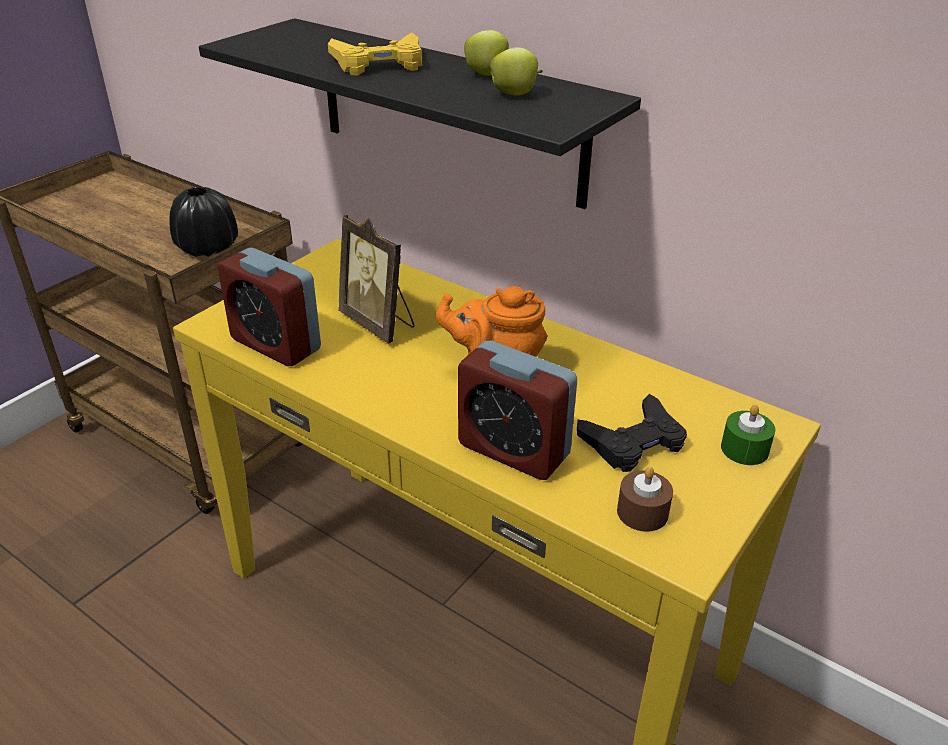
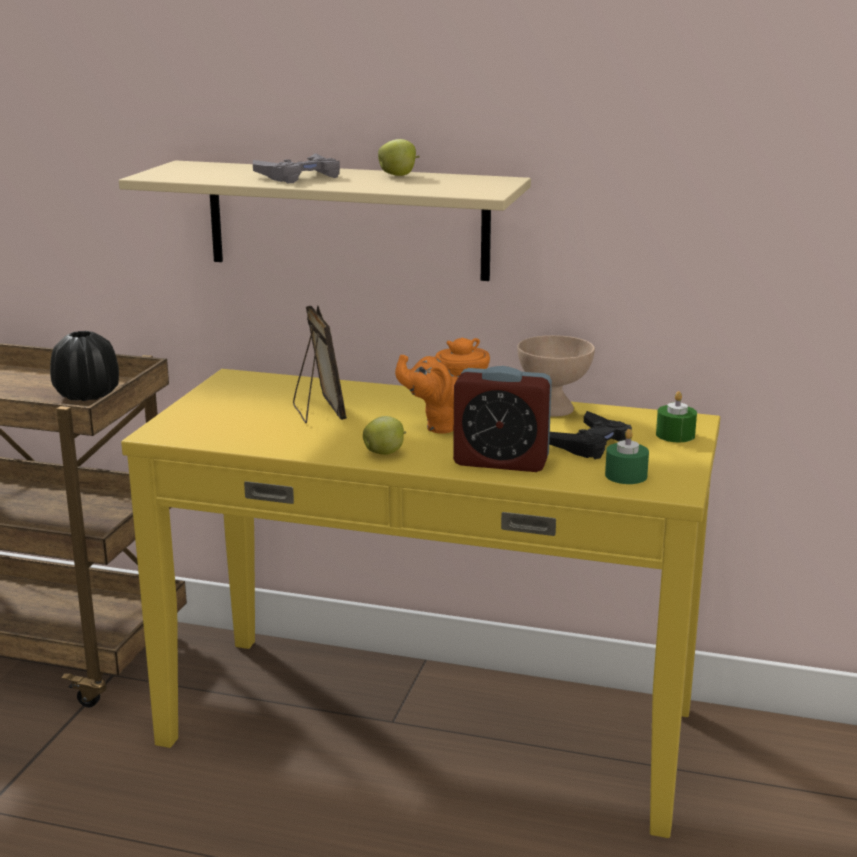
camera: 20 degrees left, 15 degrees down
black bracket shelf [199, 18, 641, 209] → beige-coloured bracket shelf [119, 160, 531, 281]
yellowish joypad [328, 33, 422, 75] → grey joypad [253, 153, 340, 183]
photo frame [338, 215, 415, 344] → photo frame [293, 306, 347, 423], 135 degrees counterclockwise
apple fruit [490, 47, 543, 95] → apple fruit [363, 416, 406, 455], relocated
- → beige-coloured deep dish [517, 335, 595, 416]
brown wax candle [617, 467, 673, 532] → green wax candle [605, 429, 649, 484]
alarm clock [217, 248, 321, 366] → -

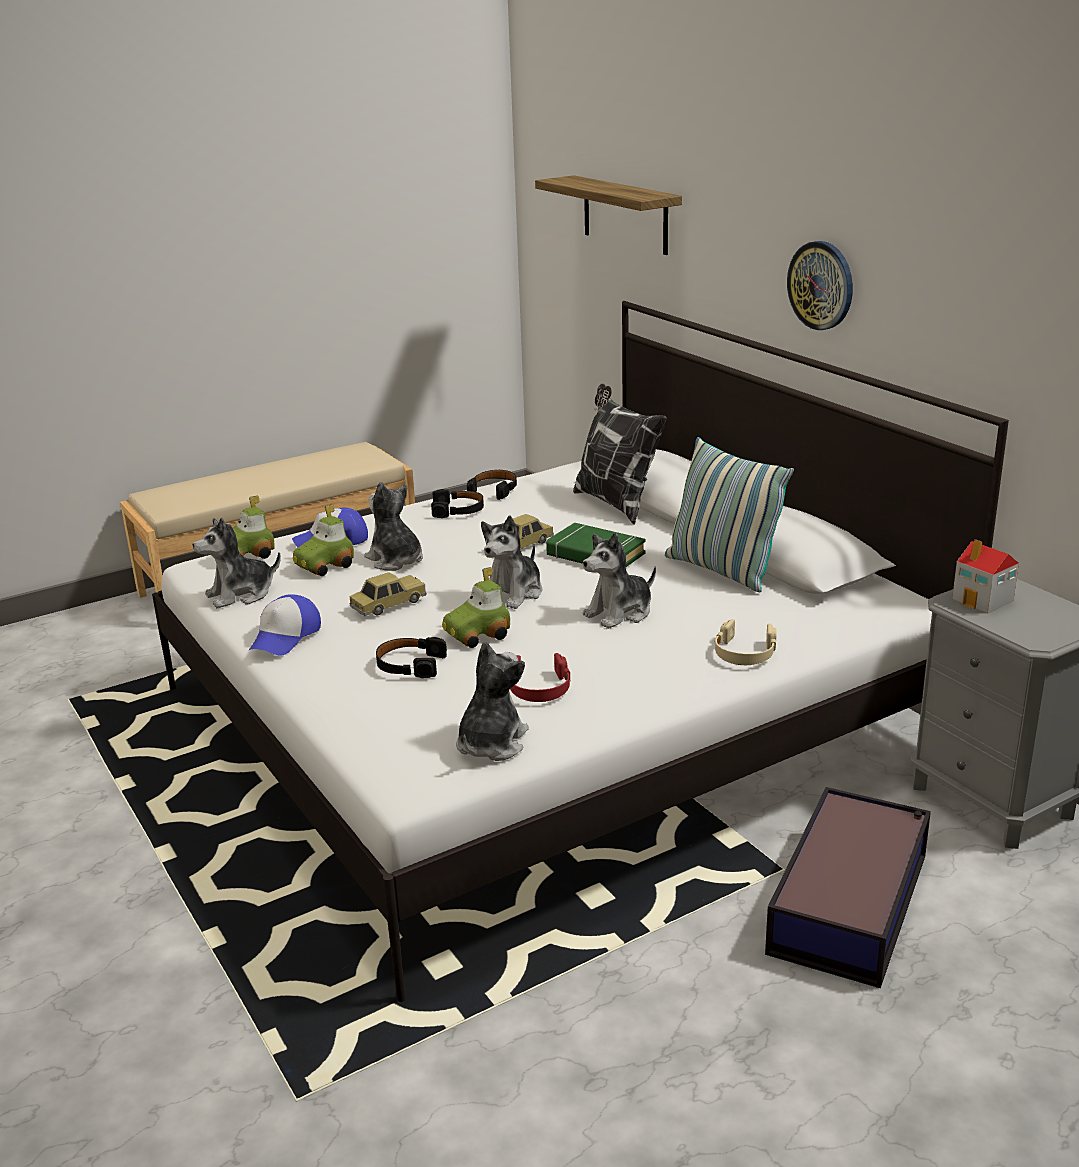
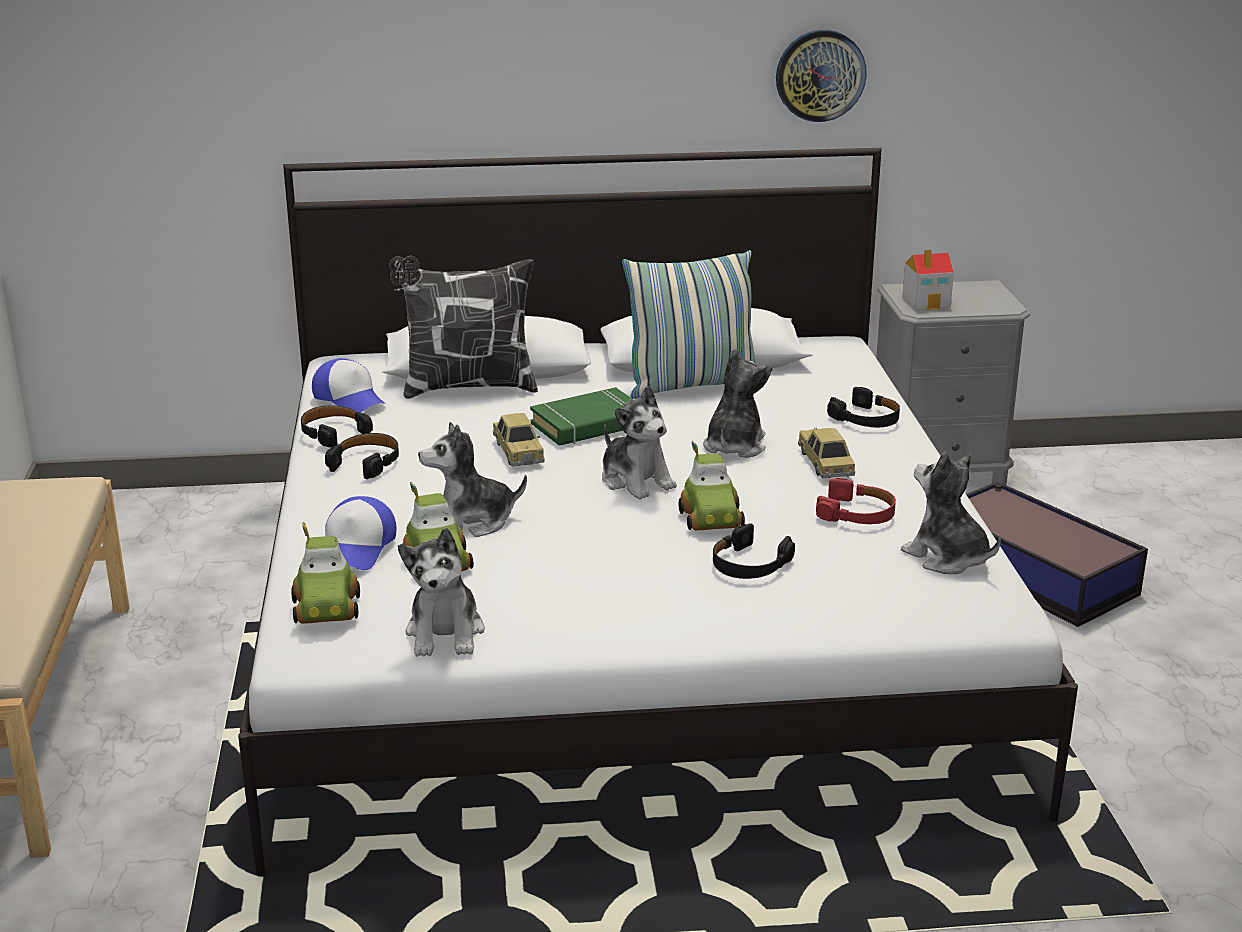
camera: 65 degrees left, 0 degrees up
cap [249, 594, 321, 656] → cap [312, 358, 385, 413], relocated
soft toy [583, 533, 656, 629] → soft toy [703, 348, 772, 458], 150 degrees counterclockwise
wall clock [787, 241, 853, 330] → wall clock [776, 30, 867, 122], relocated
toy car [349, 572, 427, 616] → toy car [798, 427, 855, 478], relocated
beige-coloured pair of headphones [715, 619, 777, 665] → black pair of headphones [827, 387, 900, 427]
bracket shelf [535, 175, 682, 255] → -

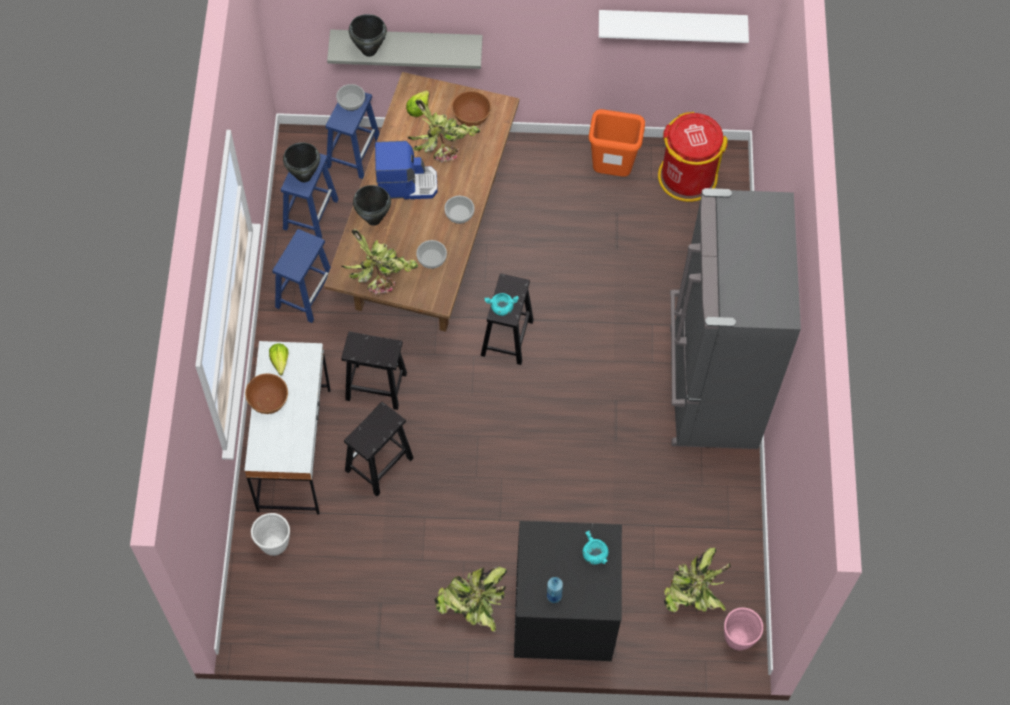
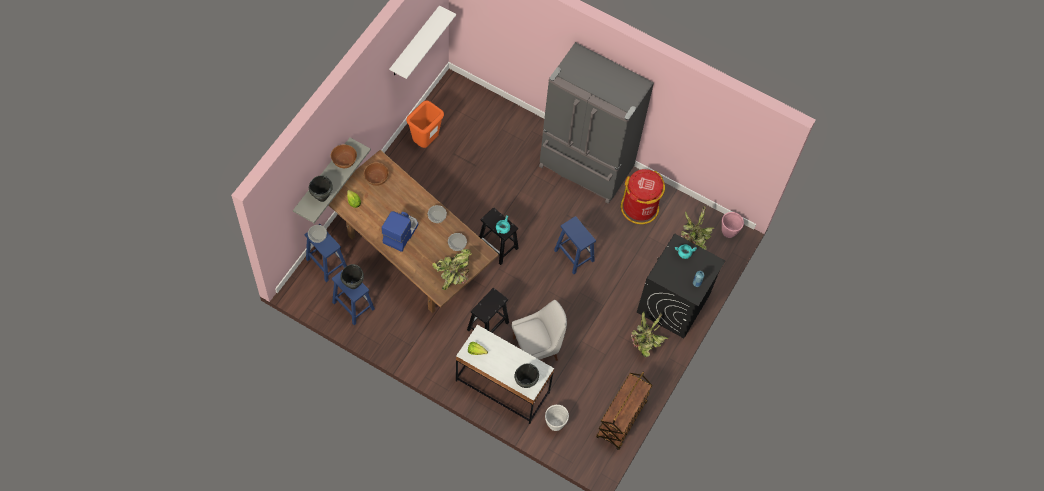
camera: 65 degrees left, 0 degrees up
brown deep dish [245, 374, 288, 414] → brown deep dish [331, 144, 357, 168], relocated
black sitting stool [344, 402, 413, 496] → white upright chair [512, 300, 567, 361]
black saucepot [353, 185, 391, 226] → black saucepot [515, 363, 539, 388], relocated
blue sitting stool [272, 229, 331, 323] → blue sitting stool [554, 216, 596, 274], relocated
- → brown cart [596, 372, 652, 450]
red-coloured waste bin [658, 112, 728, 202] → red-coloured waste bin [621, 169, 665, 224], relocated
potted plant [407, 99, 480, 163] → -

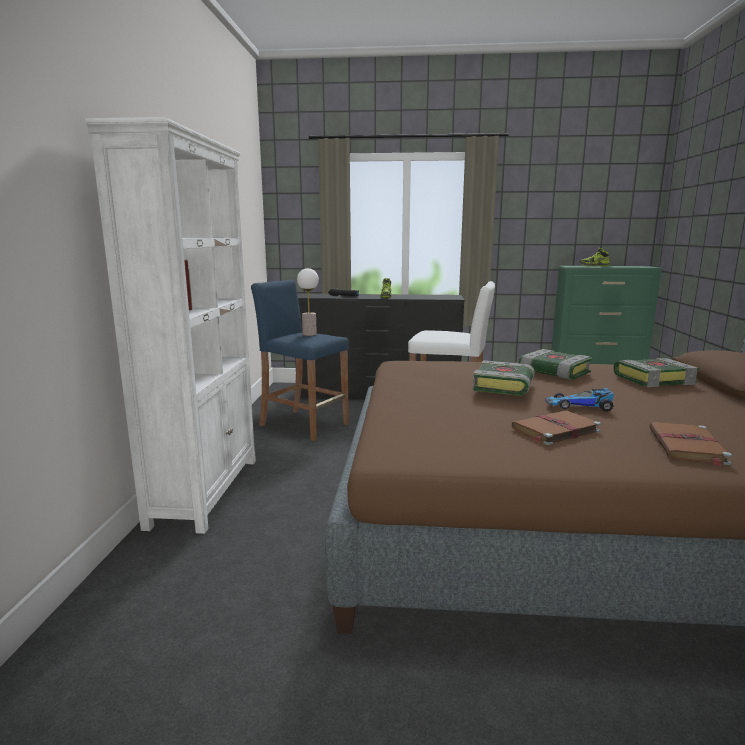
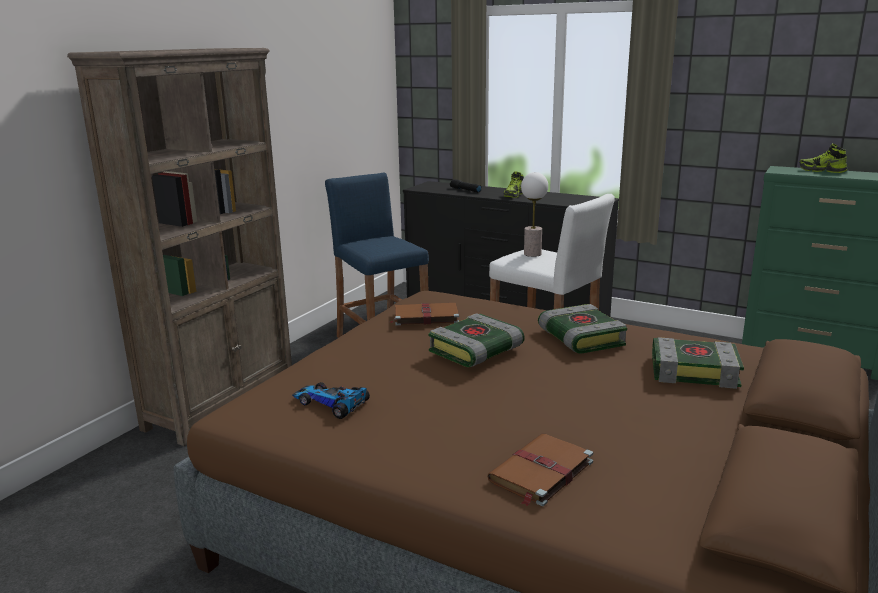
camera: 25 degrees right, 5 degrees up
white shelving unit [85, 117, 256, 534] → brown shelving unit [67, 48, 292, 446]
toy car [545, 388, 614, 412] → toy car [292, 382, 370, 419], relocated
brown bound book [511, 411, 601, 445] → brown bound book [390, 303, 459, 326], relocated
tabletop lamp [297, 268, 319, 336] → tabletop lamp [521, 172, 548, 257], relocated

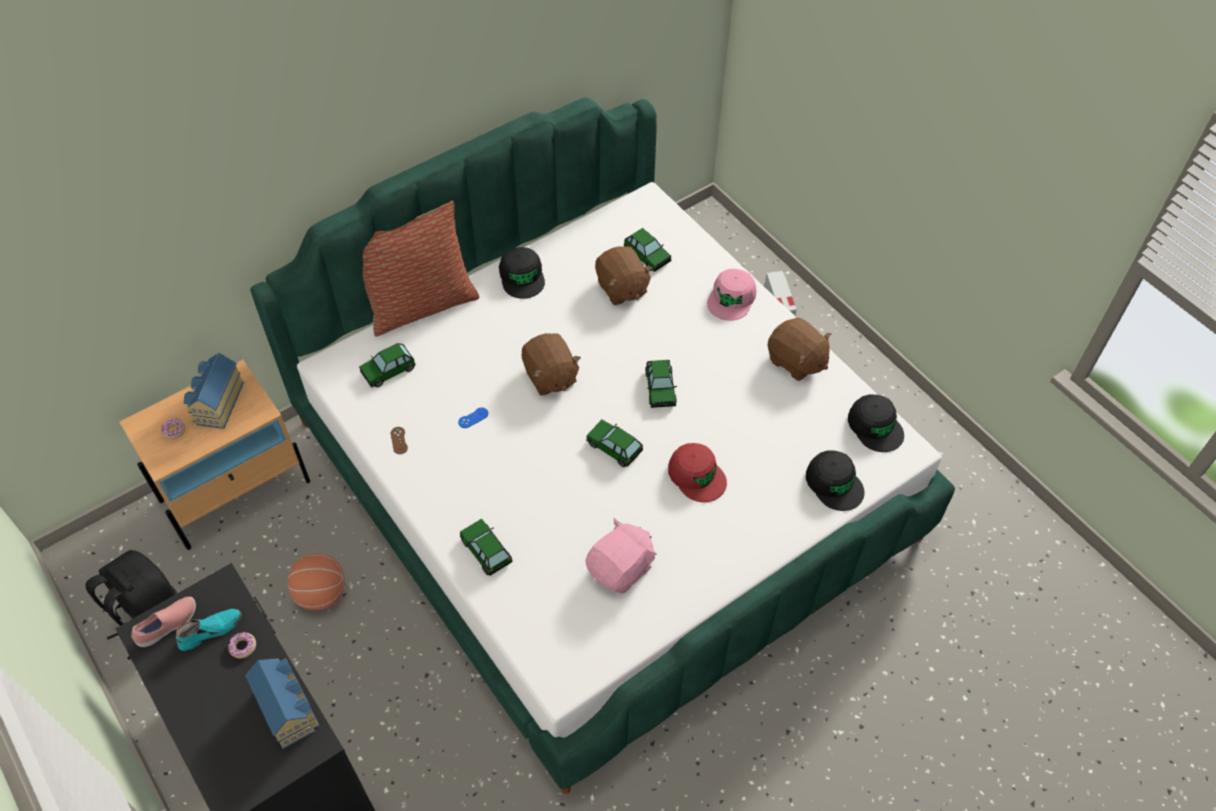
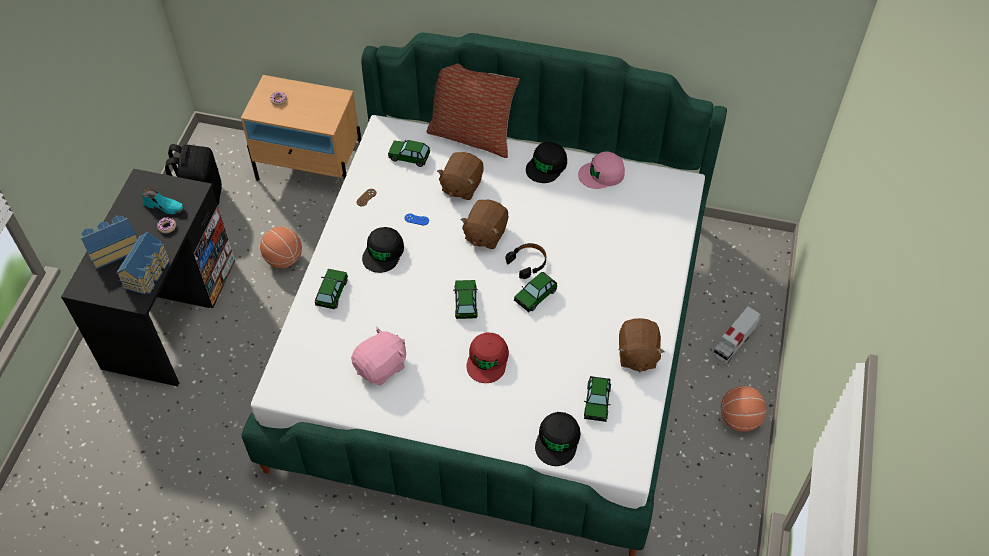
camera: 50 degrees right, 0 degrees up
miniature house [184, 353, 244, 429] → miniature house [80, 215, 137, 270], relocated
pink soft toy [586, 518, 657, 594] → pink soft toy [351, 327, 406, 385], 45 degrees counterclockwise
black cap [848, 394, 904, 452] → black cap [362, 227, 404, 273], relocated
brown soft toy [595, 246, 653, 305] → brown soft toy [437, 152, 484, 200], relocated
- → black pair of headphones [505, 243, 546, 279]
pink cap [707, 269, 756, 321] → pink cap [578, 151, 625, 189], relocated
toy car [624, 228, 671, 272] → toy car [584, 376, 611, 422], relocated
- → basketball [721, 386, 766, 432]
pink shoe [131, 597, 196, 647] → -

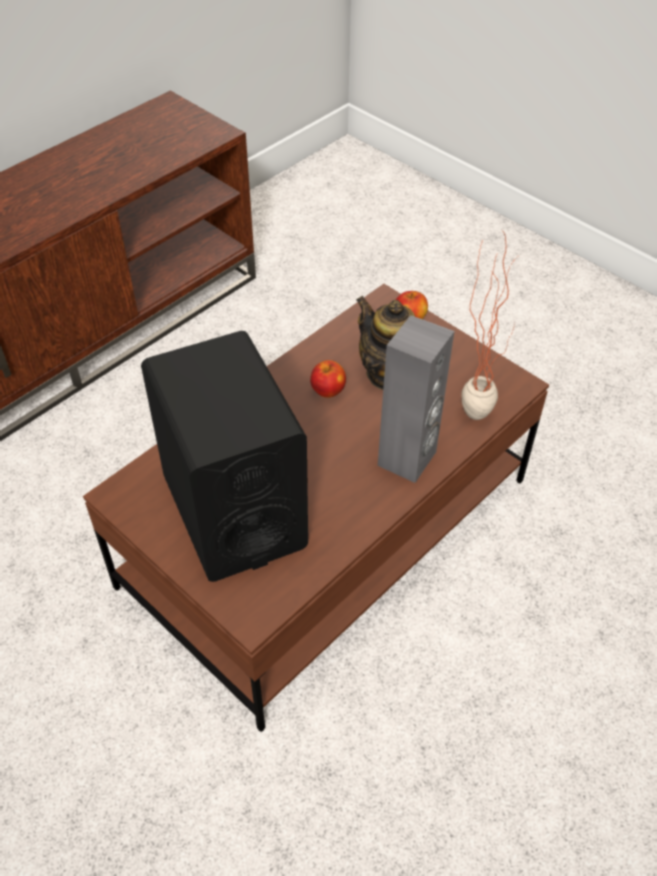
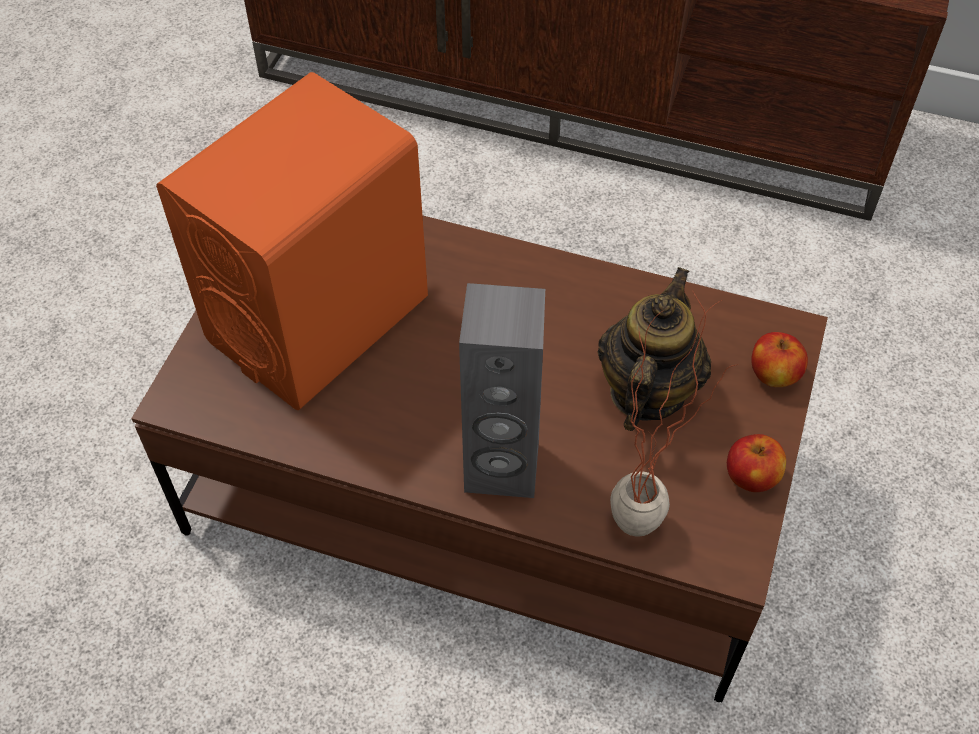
camera: 65 degrees right, 5 degrees up
black audio speaker [141, 331, 308, 582] → orange audio speaker [156, 72, 428, 410]
apple fruit [310, 360, 346, 398] → apple fruit [727, 434, 786, 492], relocated

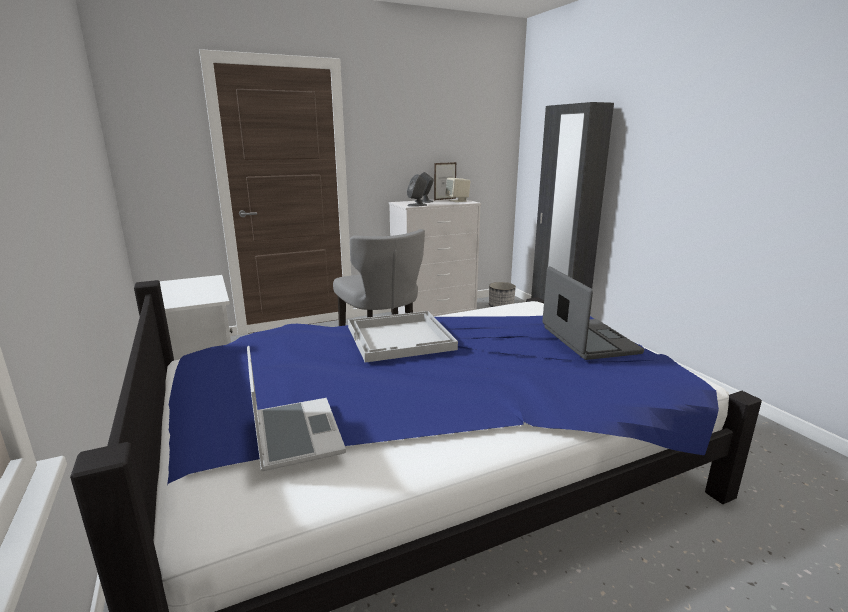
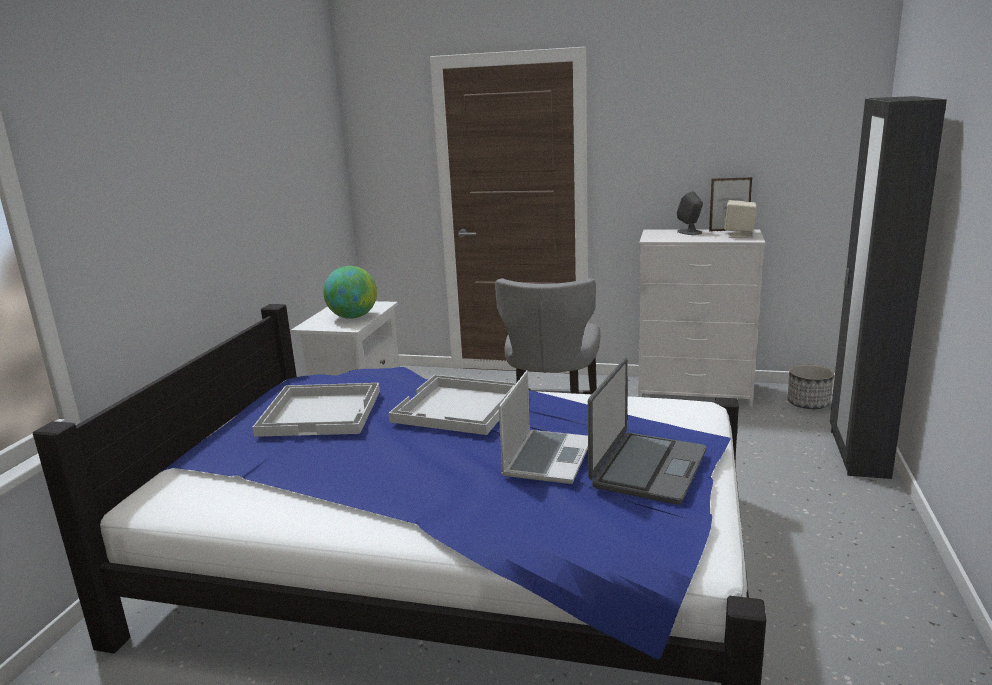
camera: 40 degrees right, 0 degrees up
- → white carrying tray [253, 383, 380, 437]
- → globe [323, 266, 377, 319]
laptop [247, 346, 346, 471] → laptop [499, 370, 588, 484], relocated
grey audio speaker [407, 174, 427, 207] → -

